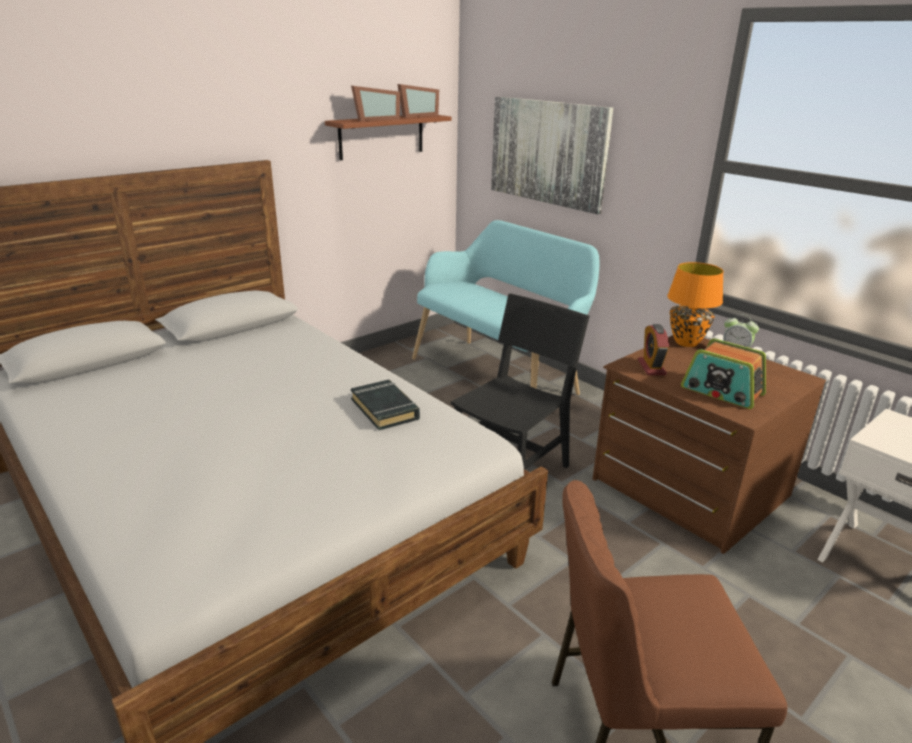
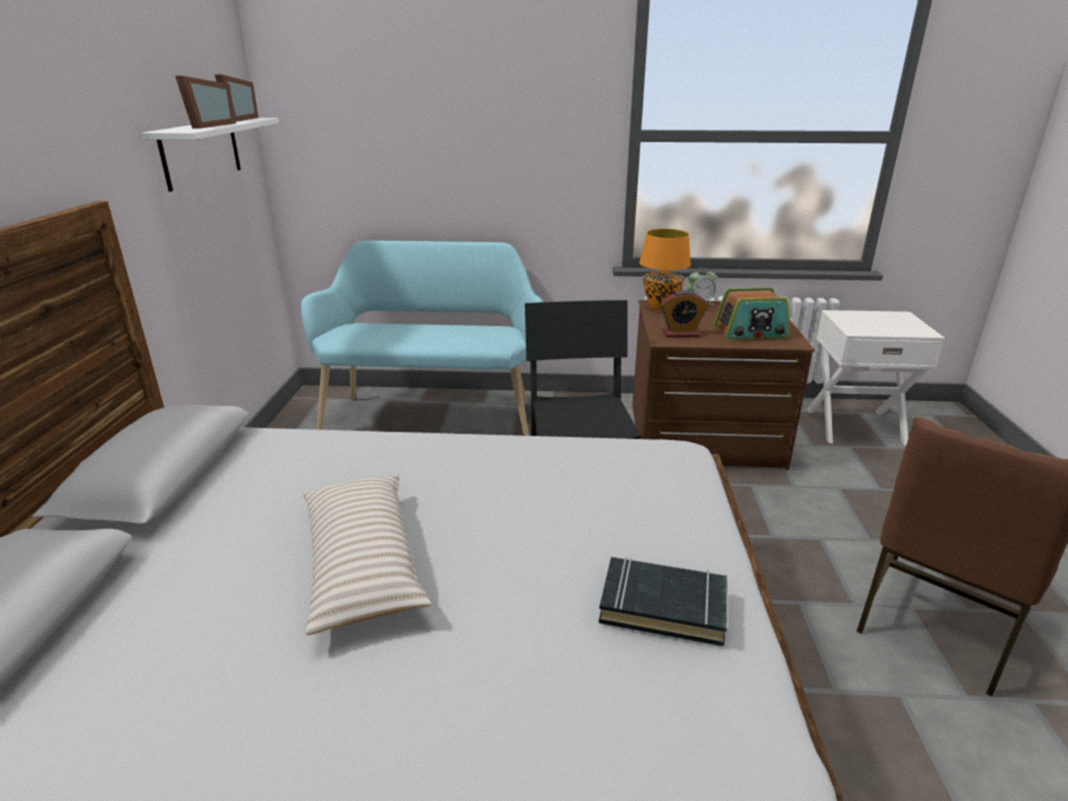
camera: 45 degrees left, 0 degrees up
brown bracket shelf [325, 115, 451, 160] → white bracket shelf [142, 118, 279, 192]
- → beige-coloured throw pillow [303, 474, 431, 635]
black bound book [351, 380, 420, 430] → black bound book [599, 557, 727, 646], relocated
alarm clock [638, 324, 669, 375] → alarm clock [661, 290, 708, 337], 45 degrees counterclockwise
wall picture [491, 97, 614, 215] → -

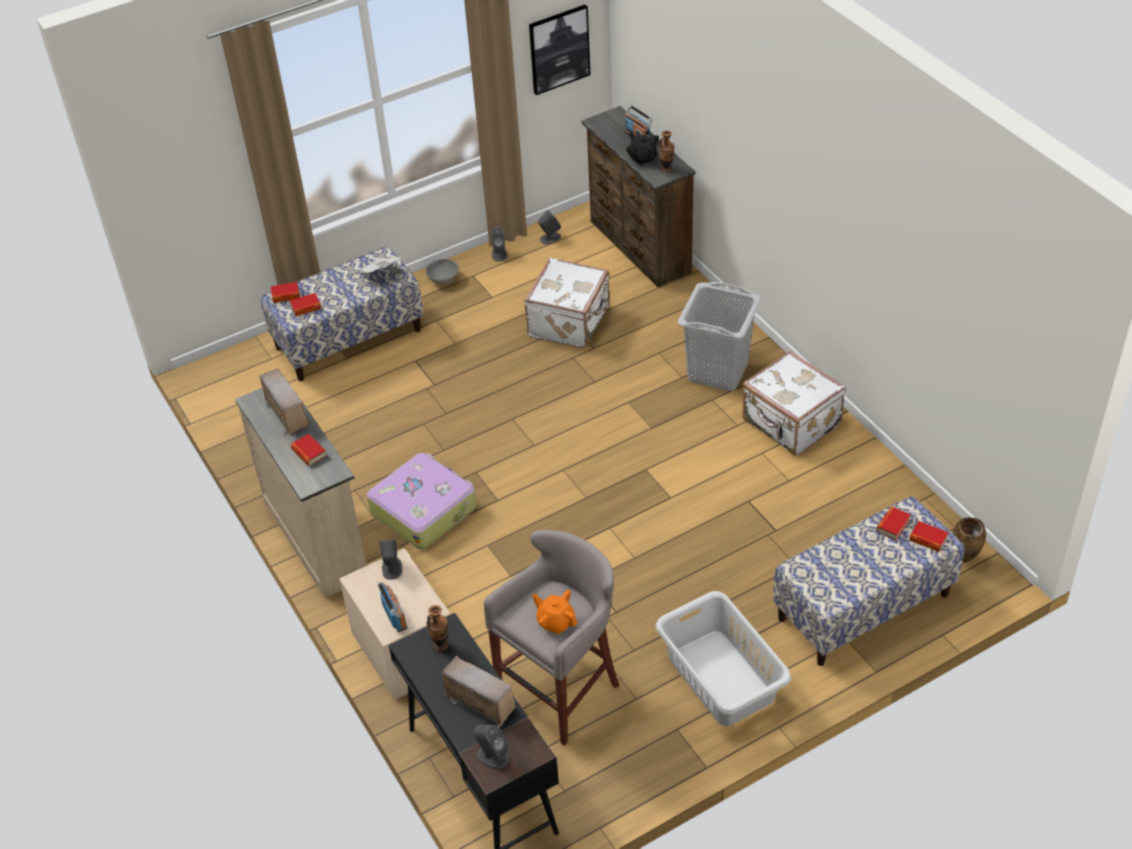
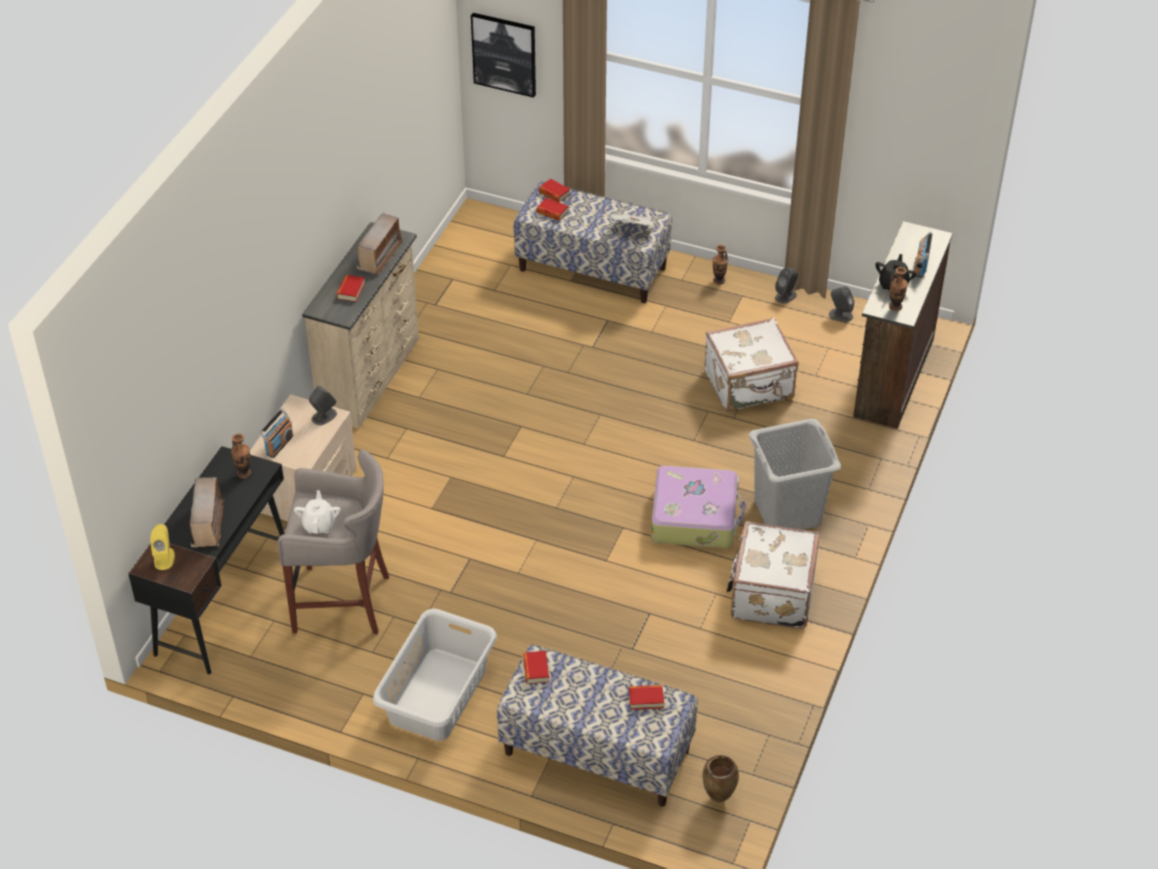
camera: 50 degrees right, 0 degrees up
grey audio speaker [474, 724, 509, 769] → yellowish audio speaker [150, 524, 175, 570]
orange tea pot [532, 590, 577, 634] → white tea pot [294, 490, 341, 533]
wall picture [529, 5, 590, 95] → wall picture [471, 13, 536, 98], relocated
bound book [909, 521, 948, 552] → bound book [523, 651, 549, 684], relocated
piece of luggage [367, 453, 477, 550] → piece of luggage [651, 466, 745, 548], relocated
grey deep dish [425, 259, 459, 284] → vase [713, 245, 728, 285]

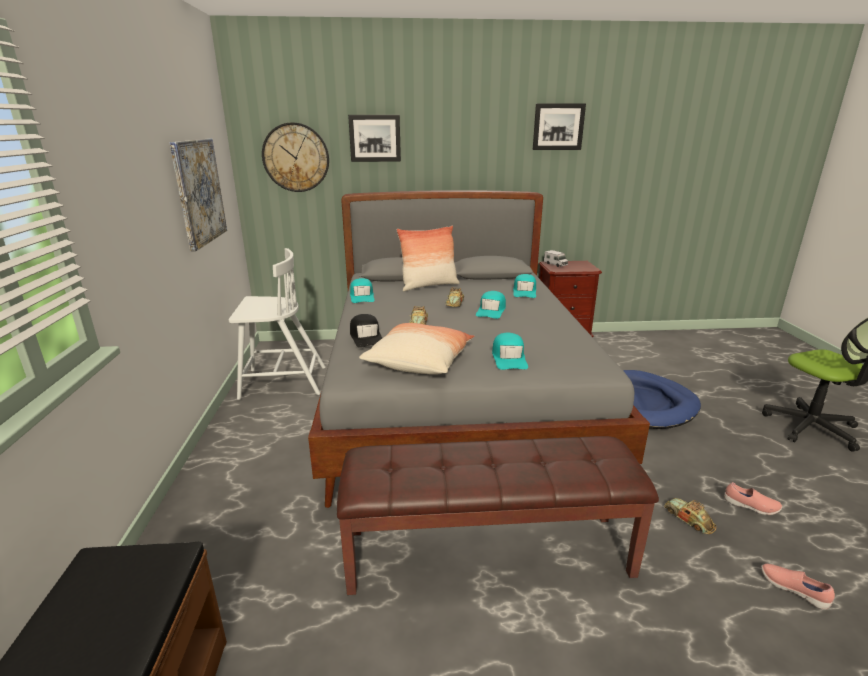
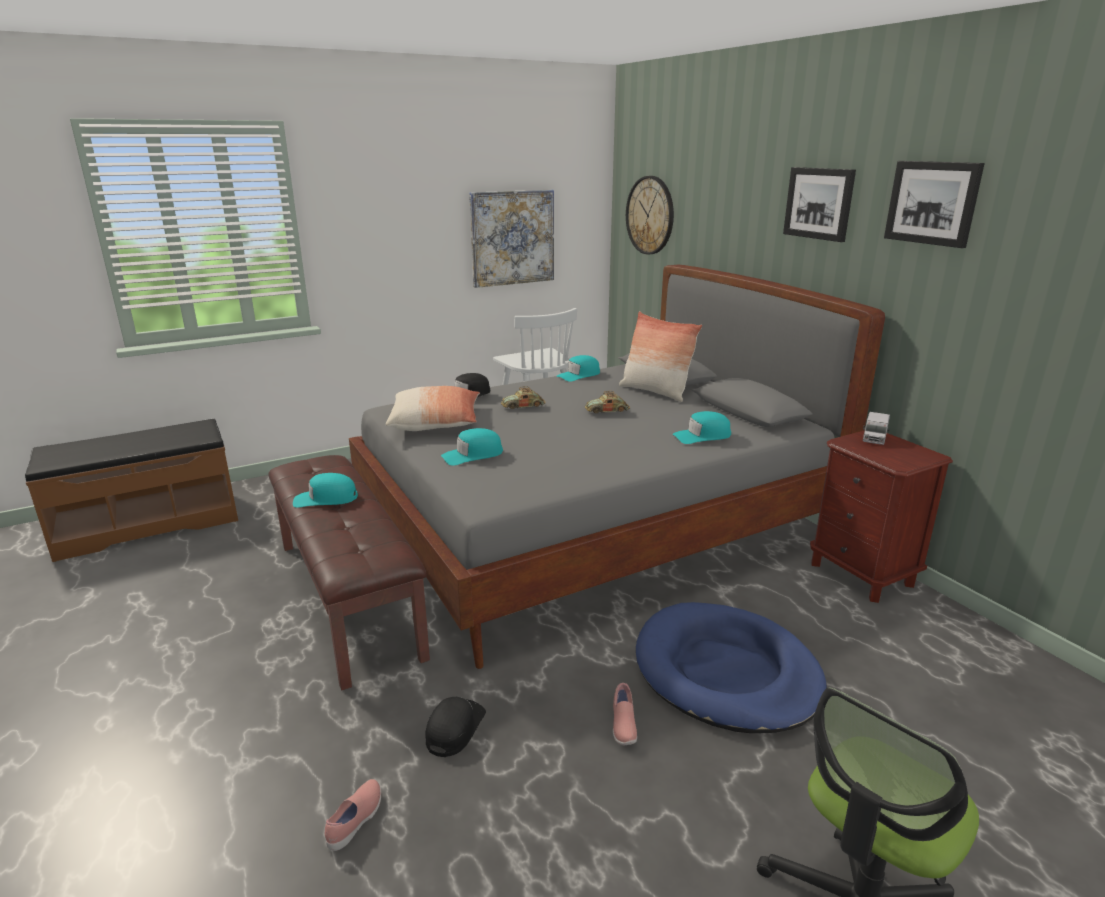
camera: 65 degrees right, 0 degrees up
blue-green cap [476, 291, 506, 319] → blue-green cap [293, 473, 358, 508], relocated
toy car [664, 498, 717, 534] → black cap [425, 697, 486, 757]
pink shoe [724, 482, 782, 515] → pink shoe [613, 683, 637, 745], relocated
wall picture [348, 115, 401, 162] → wall picture [783, 167, 856, 242], relocated

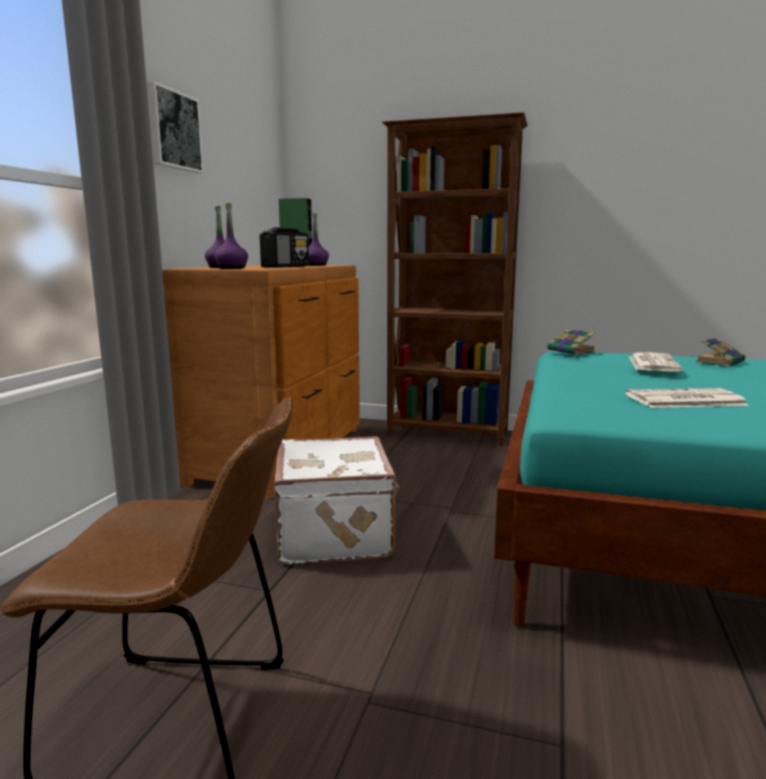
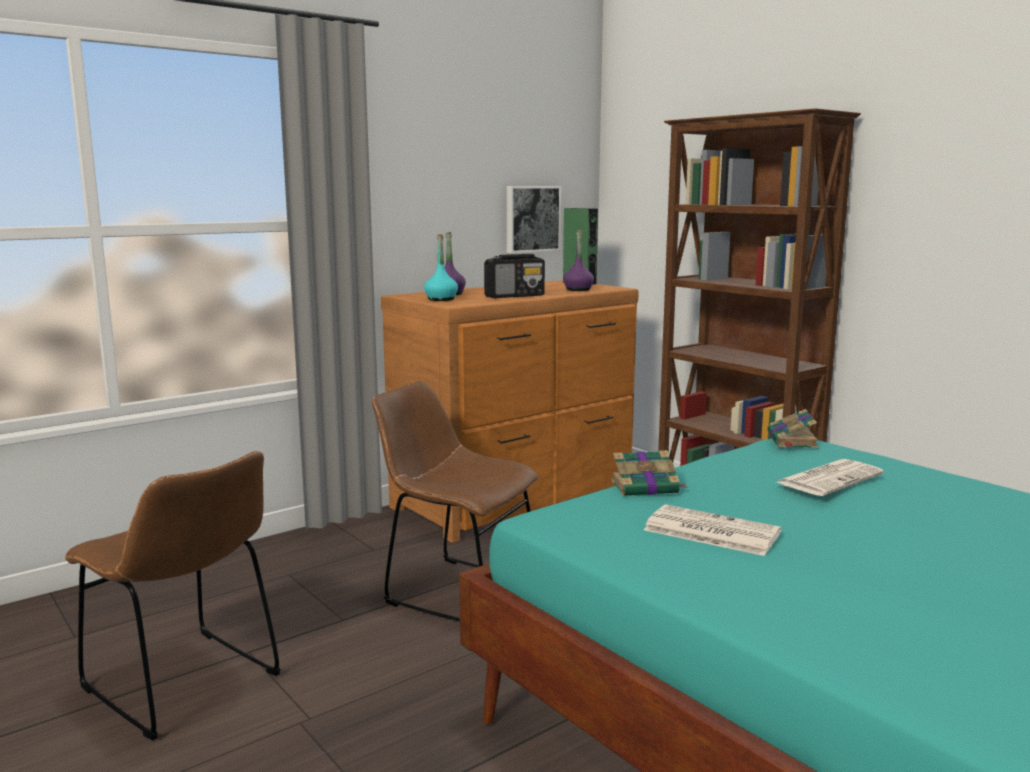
camera: 35 degrees right, 0 degrees up
white piece of luggage [274, 436, 399, 565] → brown upright chair [372, 381, 538, 621]
purple-coloured drink bottle [214, 203, 248, 269] → blue-green drink bottle [424, 234, 458, 301]
wall picture [146, 81, 204, 173] → wall picture [507, 186, 561, 253], relocated
bound book [695, 337, 745, 367] → bound book [611, 450, 686, 496], relocated

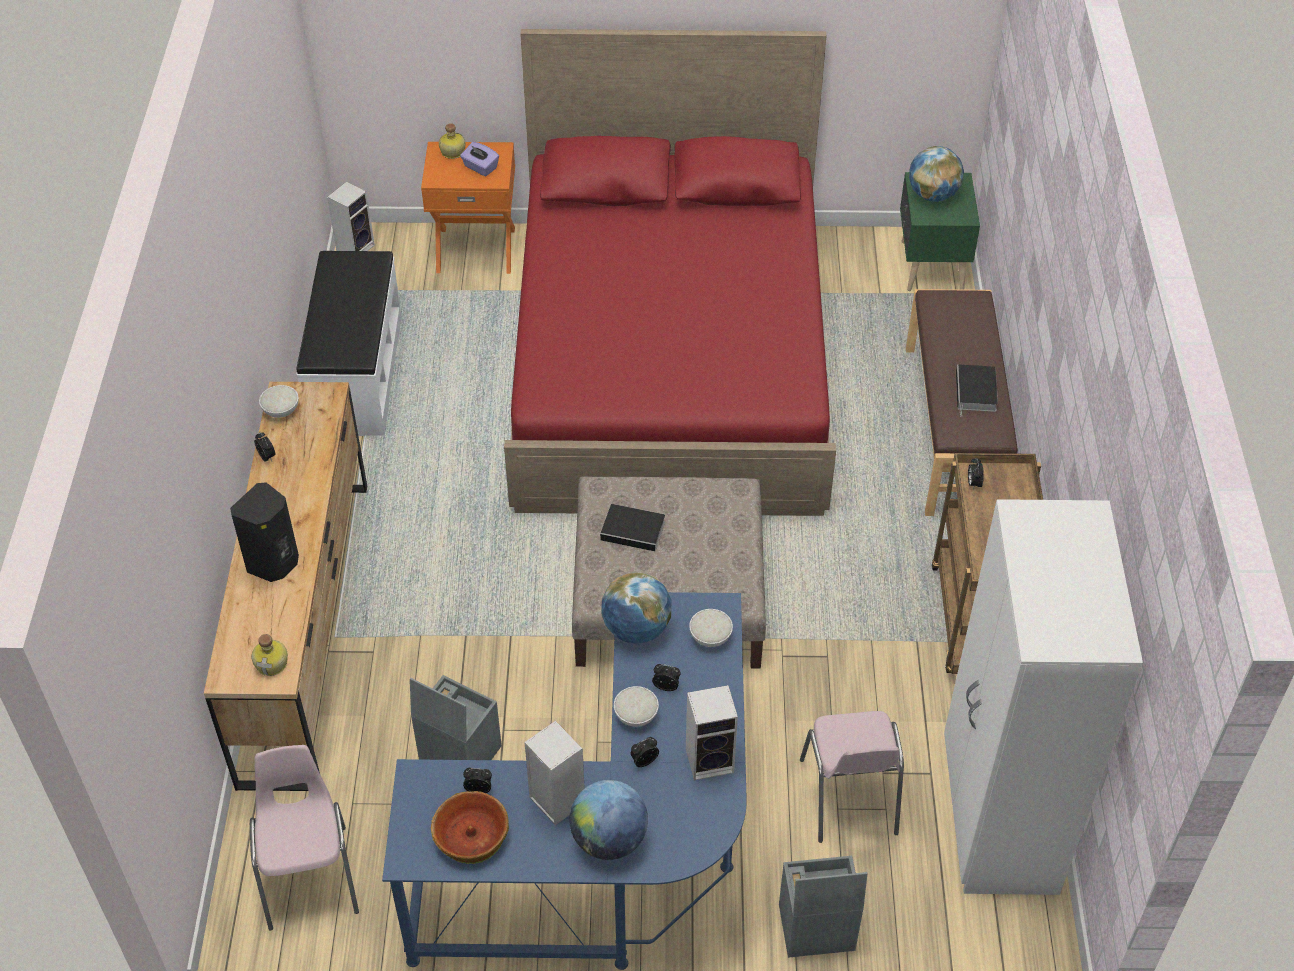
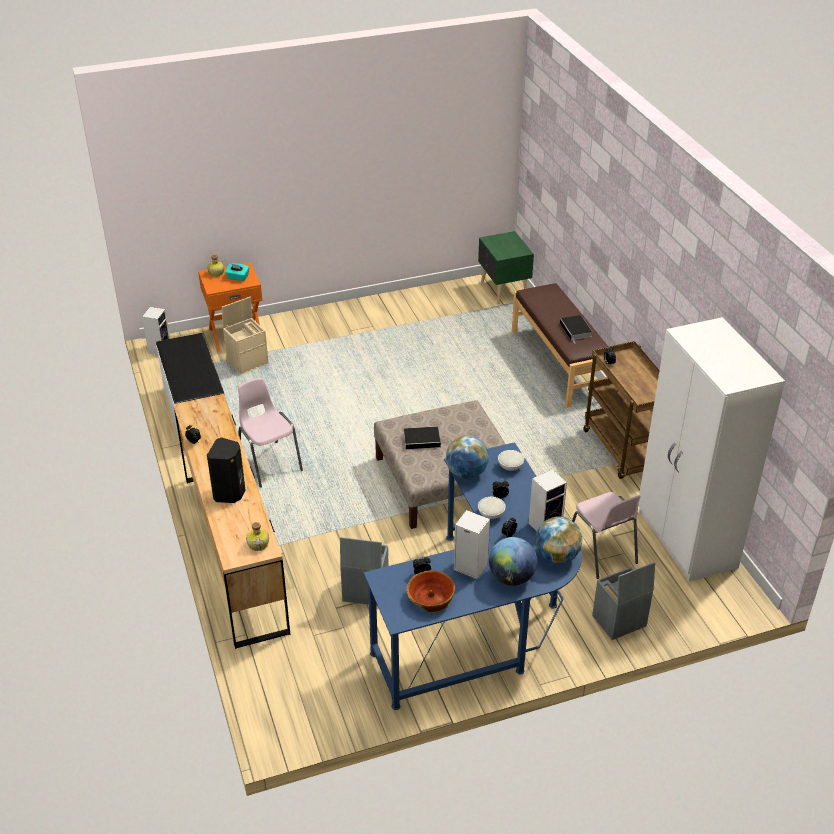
camera: 20 degrees left, 10 degrees down
- → beige-coloured storage box [222, 296, 269, 375]
purple-coloured tissue box [460, 142, 499, 176] → blue-green tissue box [225, 263, 249, 281]
pink upright chair [250, 745, 359, 931] → pink upright chair [238, 378, 303, 488], relocated
globe [909, 146, 964, 202] → globe [535, 516, 583, 564], relocated
white deep dish [259, 385, 299, 418] → -
red-coloured bedroom bed [504, 29, 836, 516] → -

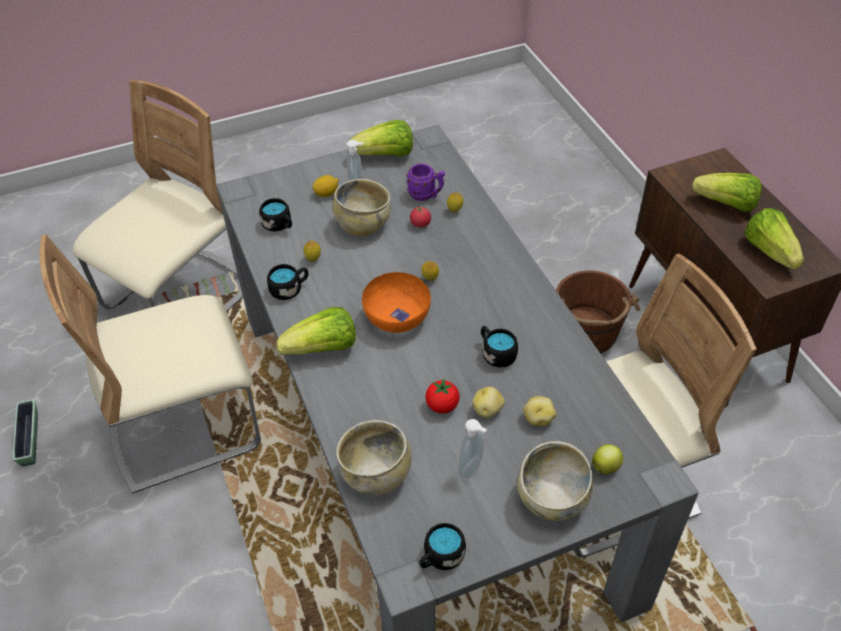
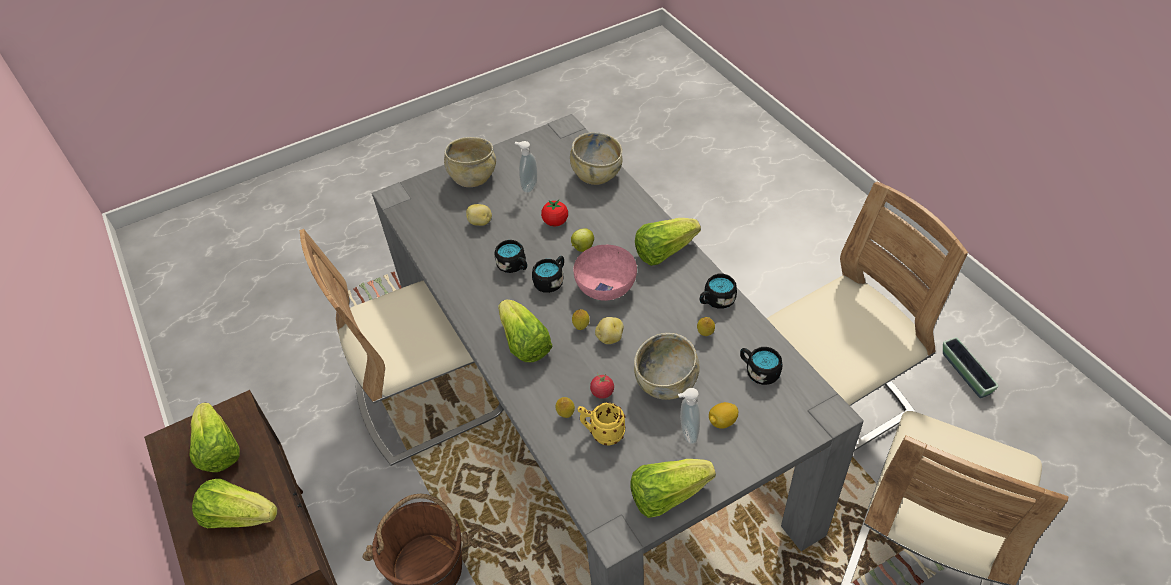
camera: 175 degrees right, 0 degrees up
- → lettuce [498, 299, 552, 362]
black coffee mug [420, 523, 466, 570] → black coffee mug [532, 256, 564, 293], relocated
apple fruit [592, 444, 623, 474] → apple fruit [571, 228, 594, 252], relocated
orange deep dish [362, 272, 431, 333] → pink deep dish [574, 245, 637, 301]
purple-coloured coffee mug [406, 163, 445, 201] → yellowish coffee mug [577, 402, 626, 445]
whole potato [472, 387, 505, 418] → whole potato [595, 317, 624, 344], relocated

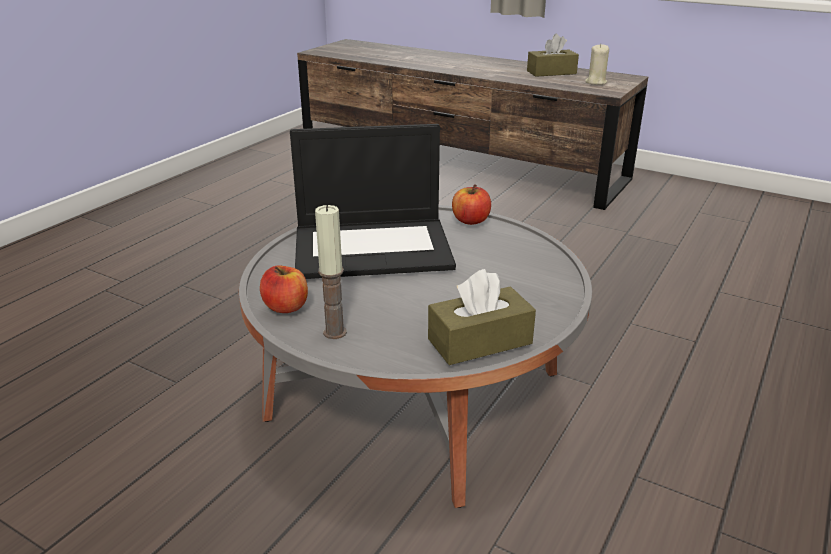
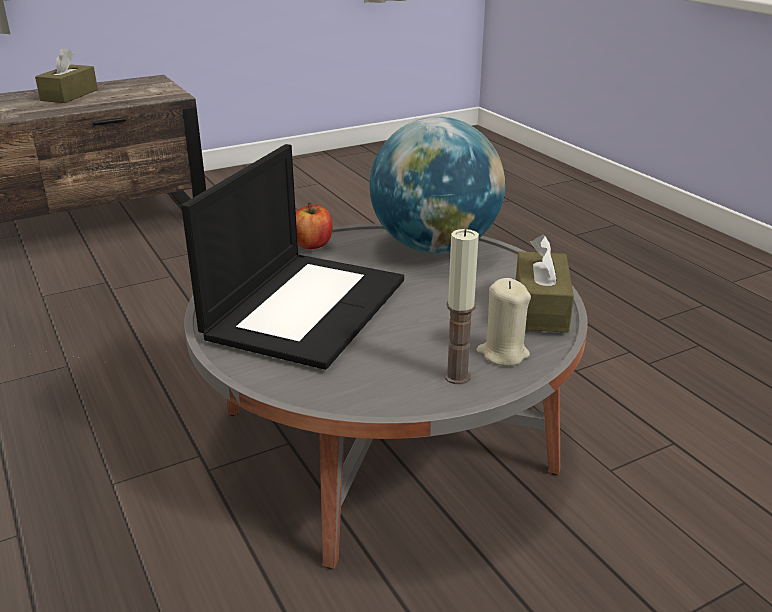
camera: 60 degrees left, 0 degrees up
- → globe [369, 117, 505, 254]
beige-coloured wax candle [585, 44, 609, 85] → beige-coloured wax candle [477, 278, 531, 366], relocated
apple fruit [260, 266, 308, 313] → -

